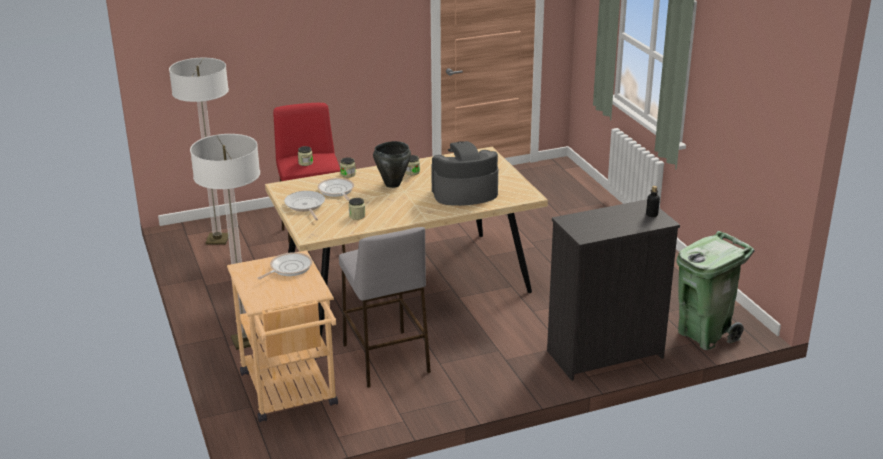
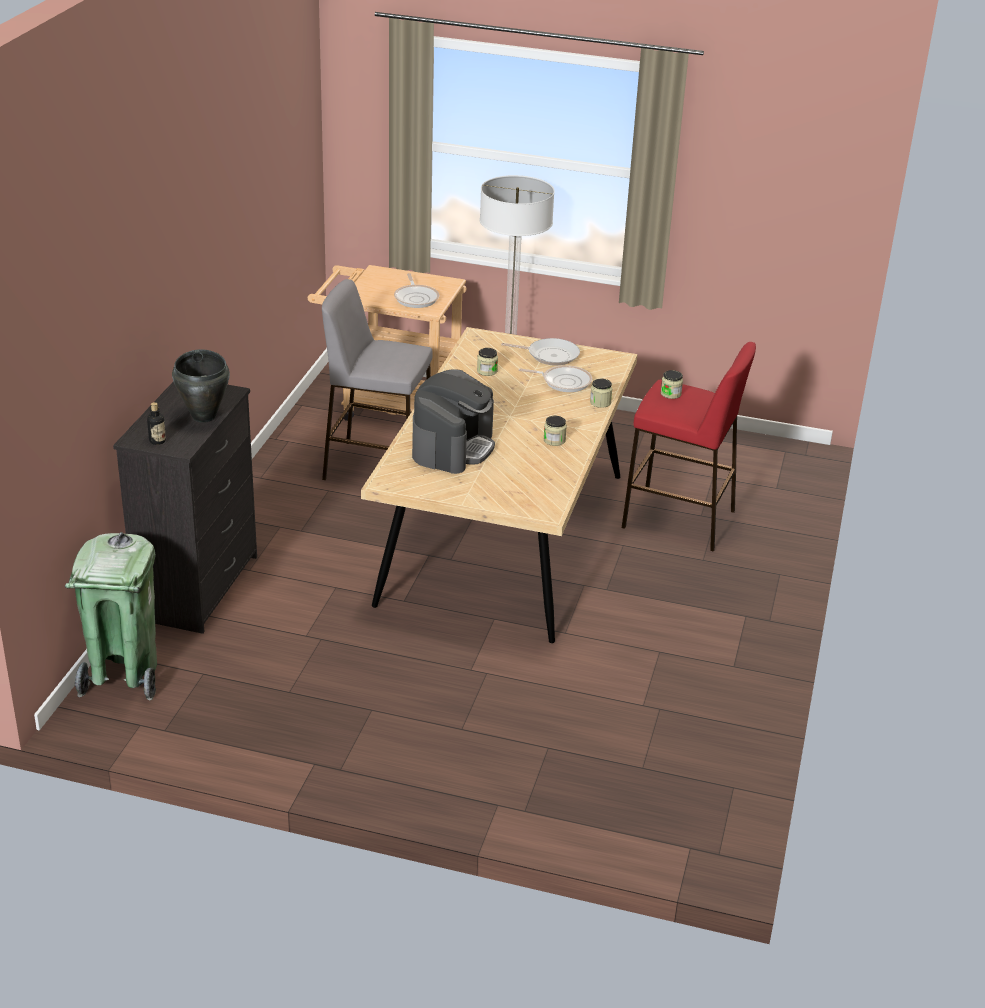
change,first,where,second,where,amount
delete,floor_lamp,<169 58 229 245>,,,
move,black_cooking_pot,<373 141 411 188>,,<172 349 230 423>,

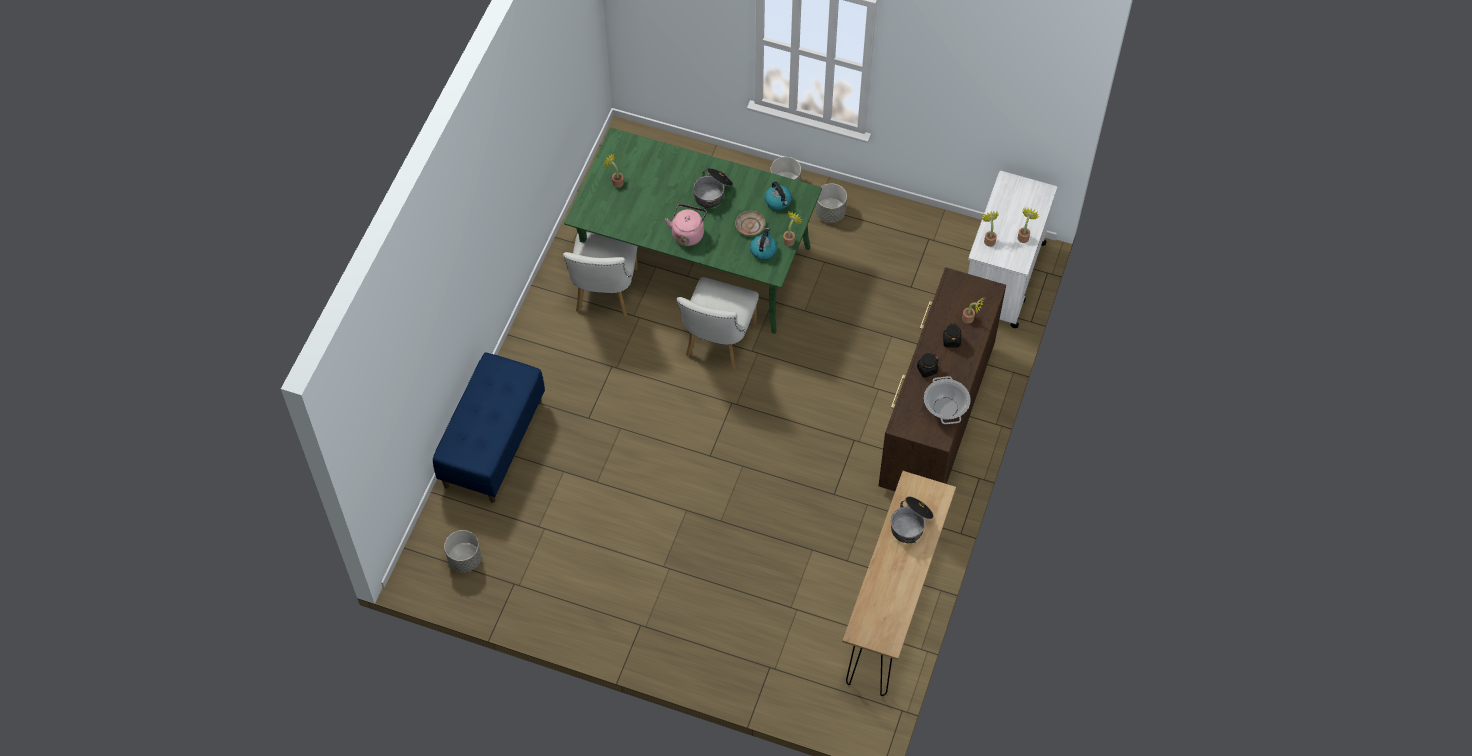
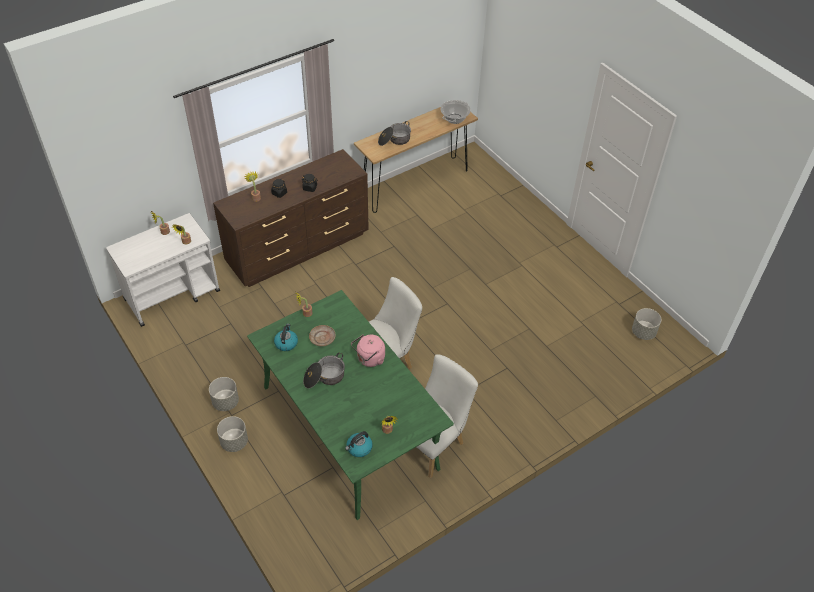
change,first,where,second,where,amount
move,kettle,<750 228 777 260>,,<345 431 373 457>,
delete,blue_bench,<433 352 545 503>,,,
move,cooking_pot,<924 376 971 424>,,<441 100 471 124>,

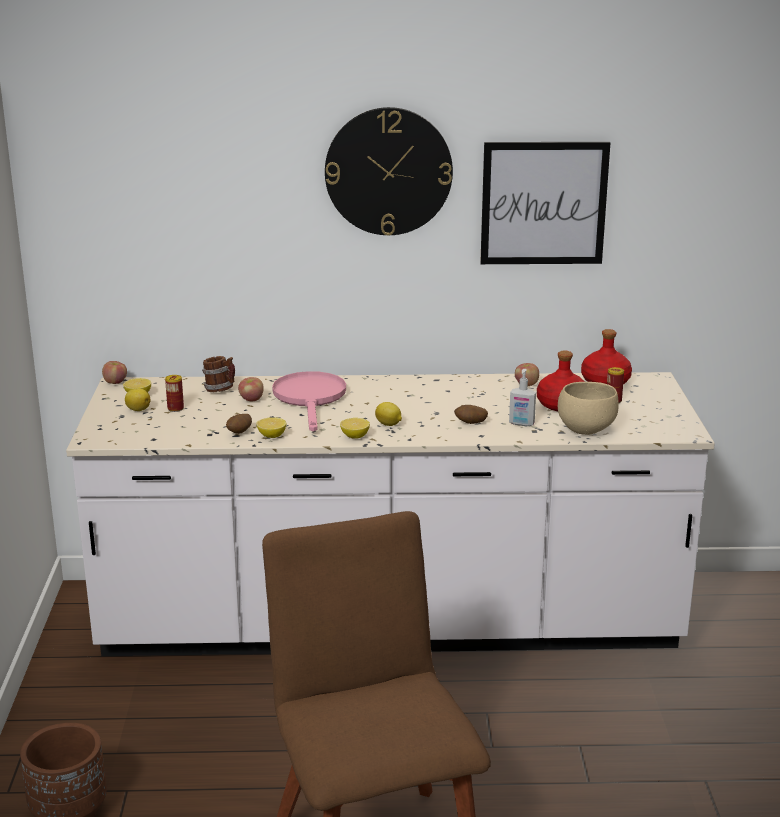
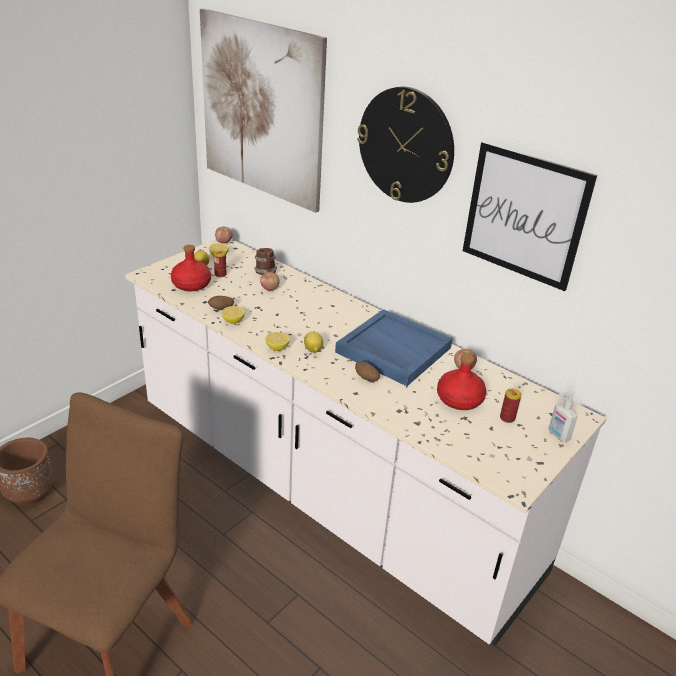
change,first,where,second,where,amount
move,red_bottle,<581 329 632 384>,,<171 245 211 291>,
move,soap_dispenser,<509 369 536 426>,,<548 391 578 442>,
delete,pink_frying_pan,<272 371 346 432>,,,
delete,beige_bowl,<558 382 618 435>,,,
insert,,,picture,<200 9 327 213>,
insert,,,blue_tray,<335 309 453 386>,

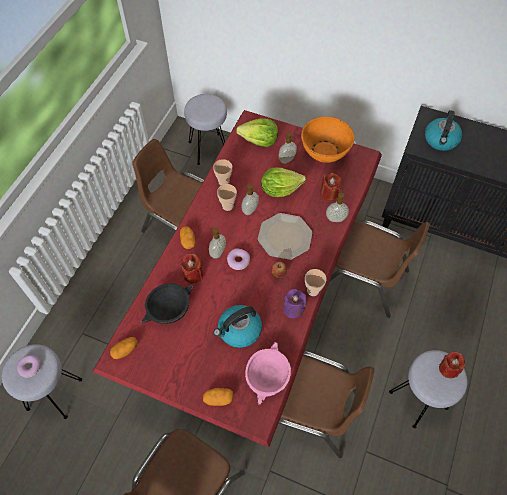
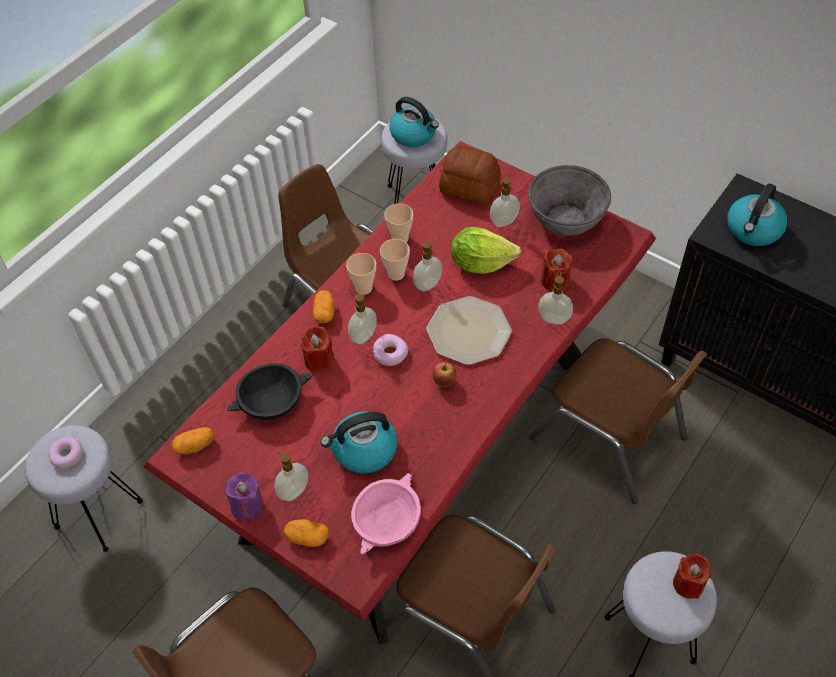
change,first,where,second,where,amount
recolor,orange_bowl,<301 116 355 163>,grey_bowl,<528 165 611 236>,
replace,lettuce,<236 119 278 147>,bread,<439 146 501 205>,
move,cup,<305 269 326 296>,,<346 253 376 295>,
move,purple_candle,<283 289 306 318>,,<225 472 263 520>,
insert,,,kettle,<389 97 439 147>,
insert,,,soap_dispenser,<274 450 308 501>,

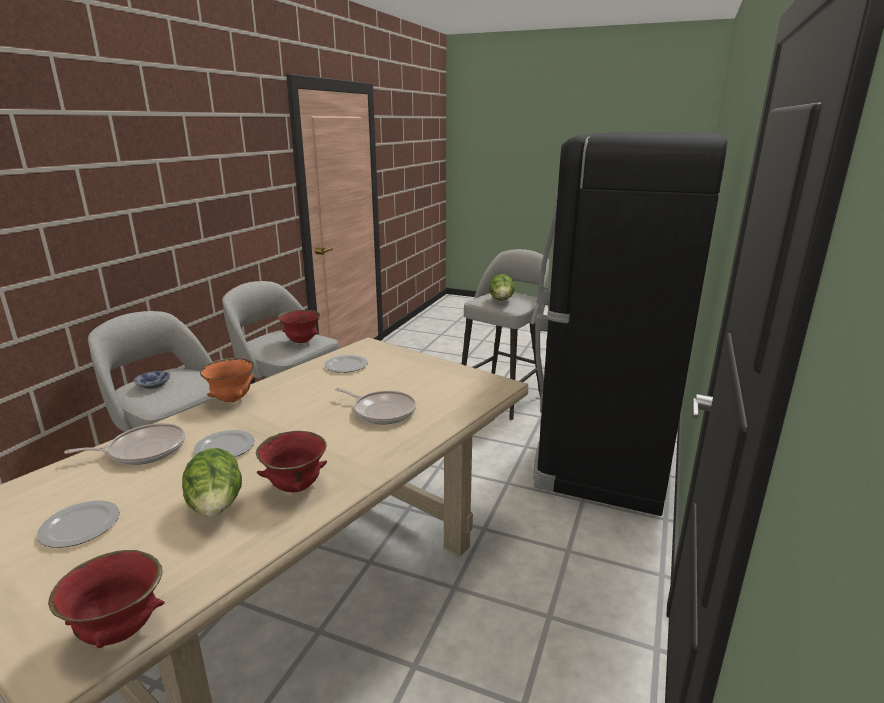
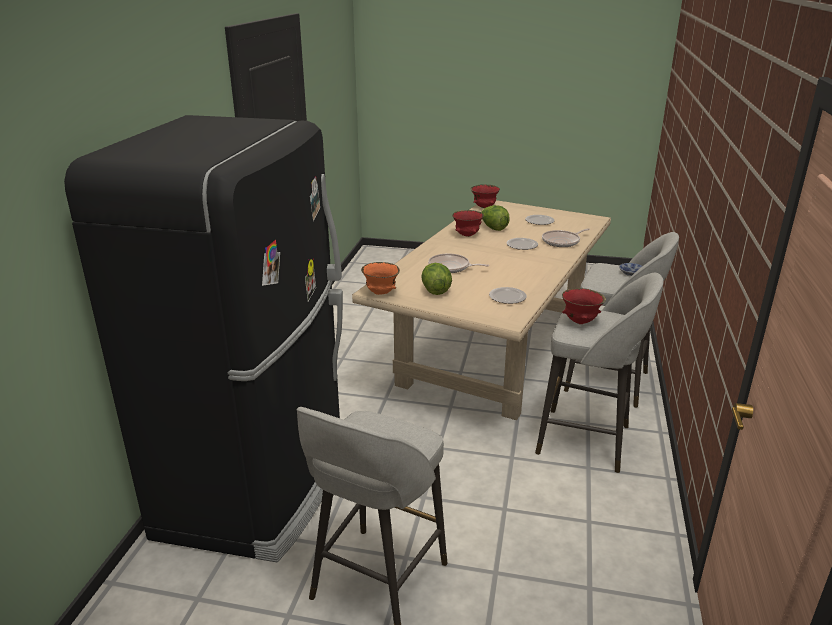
change,first,where,second,where,amount
move,lettuce,<489 274 515 300>,,<421 263 452 295>,
move,orange_bowl,<200 358 254 402>,,<361 262 400 295>,

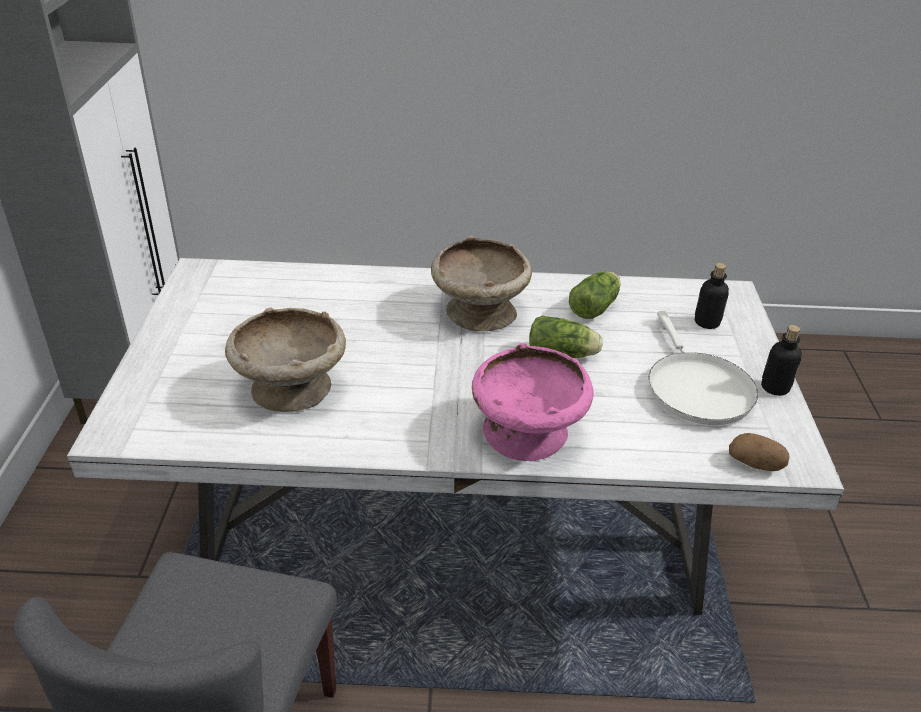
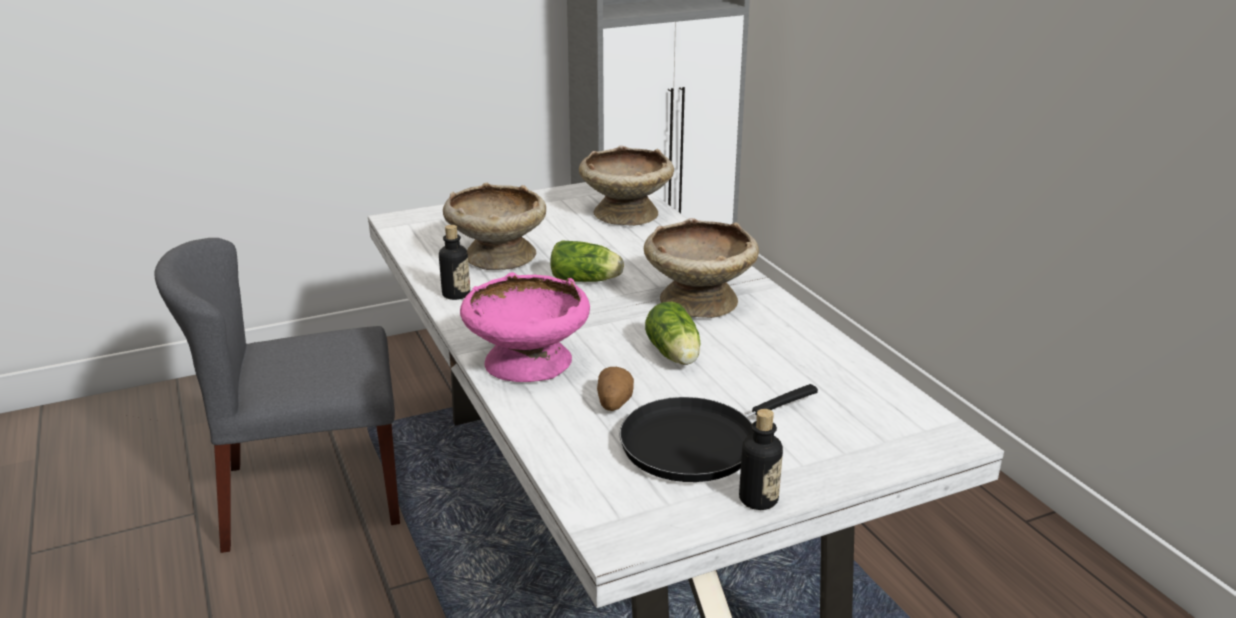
change,first,where,second,where,amount
move,bottle,<695 263 729 329>,,<439 225 470 300>,
move,lettuce,<569 271 621 319>,,<550 240 624 282>,
recolor,white_frying_pan,<649 311 758 425>,black_frying_pan,<620 384 818 482>,
move,potato,<729 433 789 471>,,<597 367 634 411>,
insert,,,beige_bowl,<579 146 674 226>,

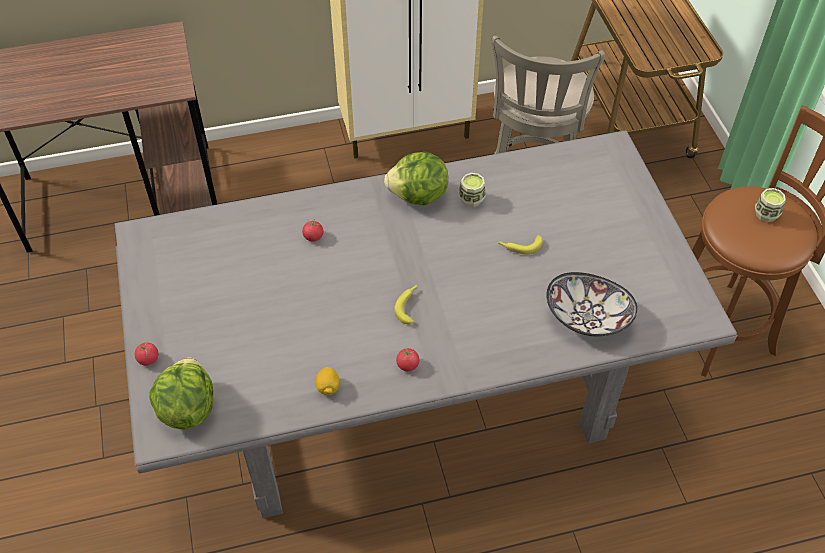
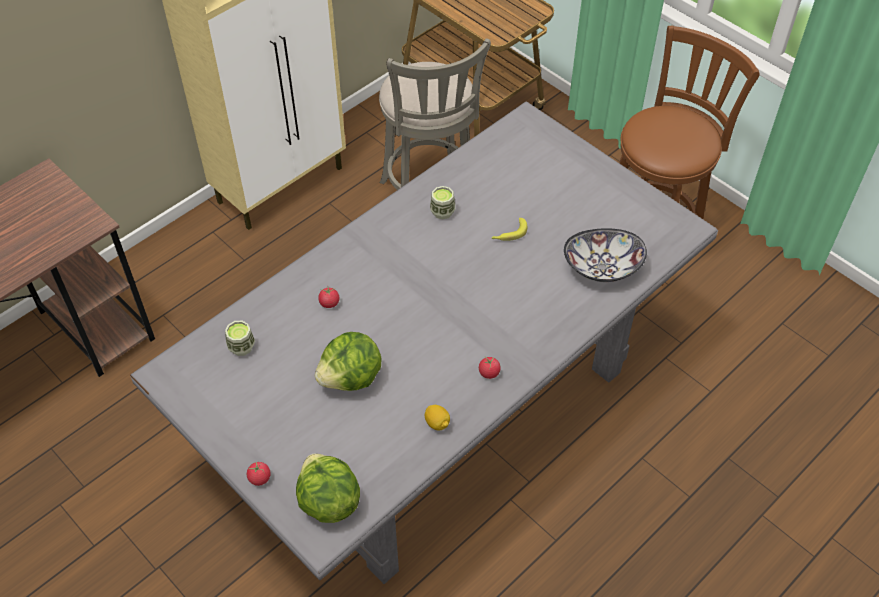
change,first,where,second,where,amount
move,lettuce,<384 152 448 206>,,<315 332 382 391>,
move,cup,<755 188 786 222>,,<225 321 255 356>,
delete,banana,<394 284 417 325>,,,

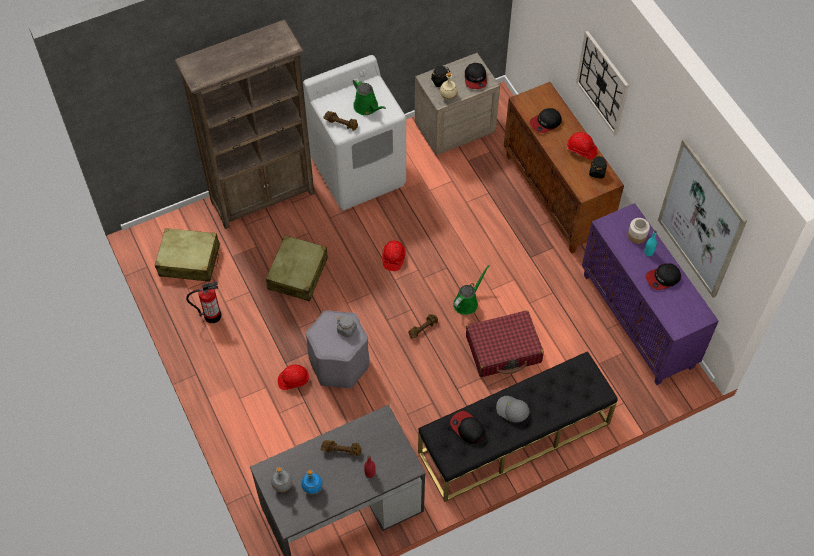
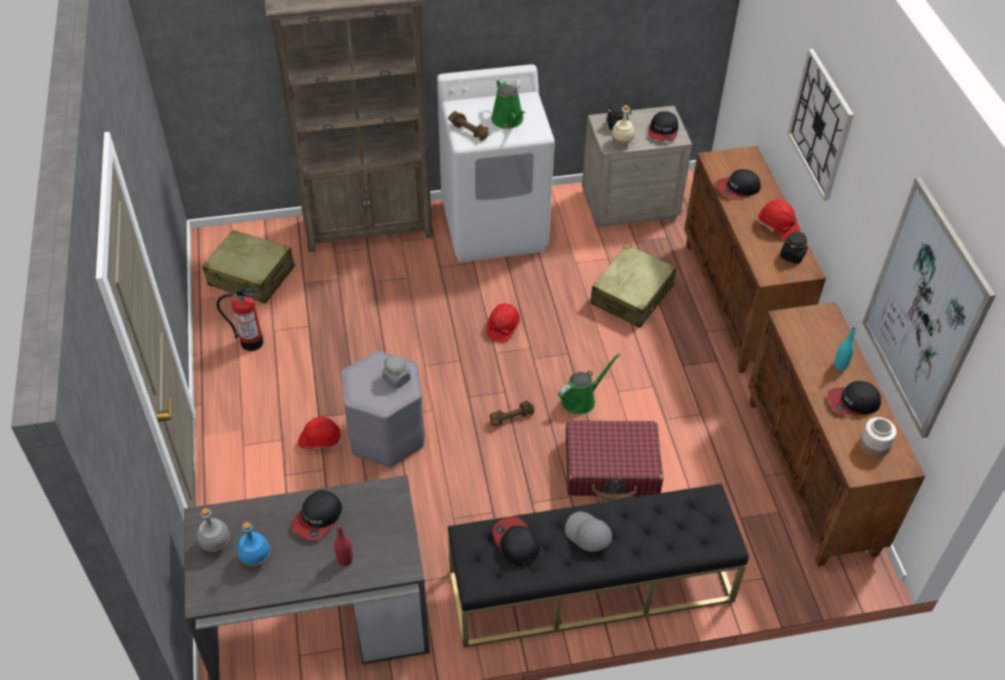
change,first,where,second,where,amount
recolor,purple_cabinet,<582 203 719 385>,brown_cabinet,<748 302 925 566>,
move,jar,<628 218 650 244>,,<859 417 897 458>,
move,beige_suitcase,<266 235 328 301>,,<590 244 676 328>,
replace,brown_dumbbell,<321 440 362 456>,cap,<291 490 342 540>,

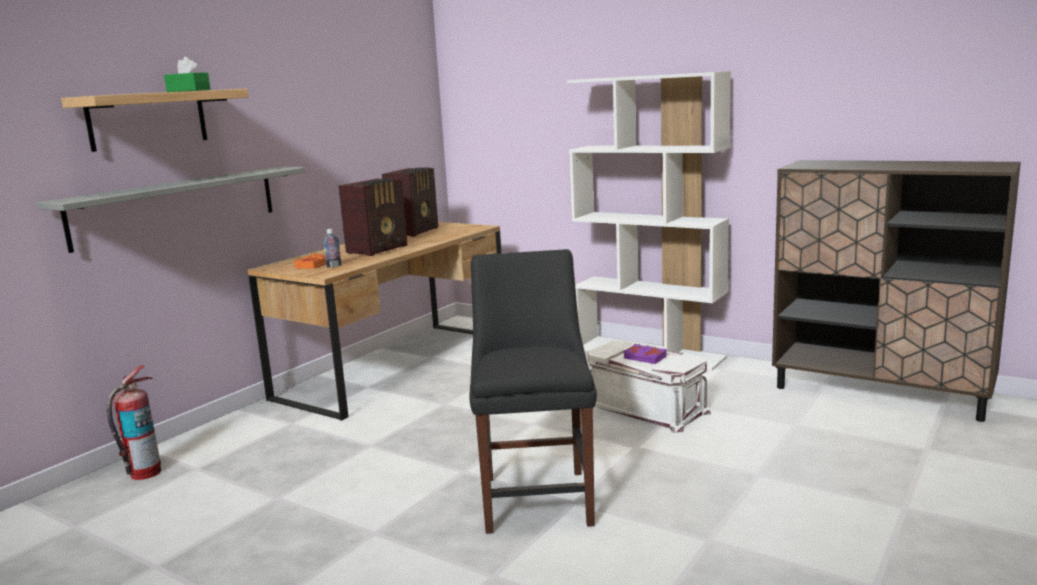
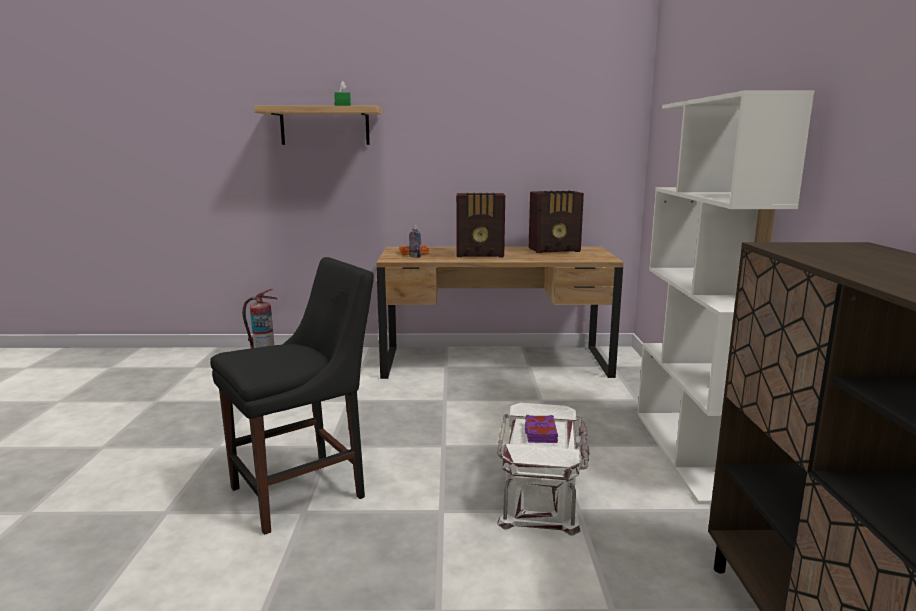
change,first,where,second,where,amount
delete,grey_shelf,<37 167 305 253>,,,

